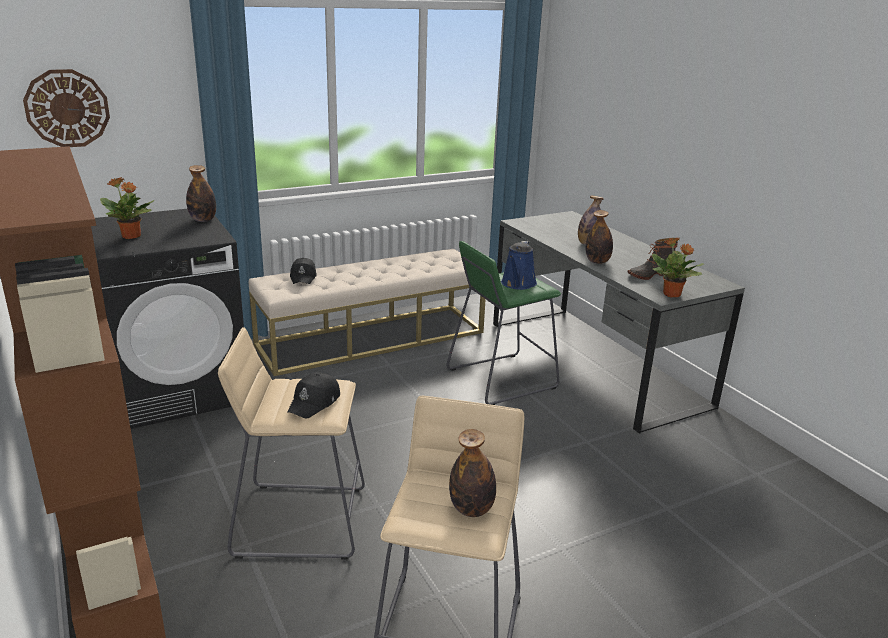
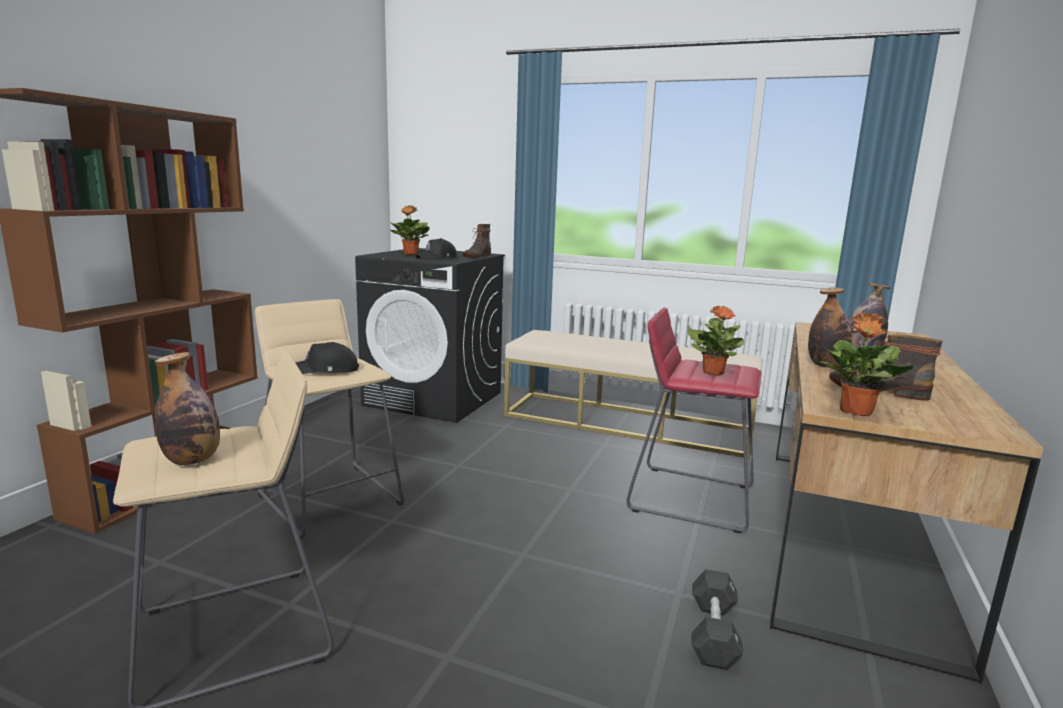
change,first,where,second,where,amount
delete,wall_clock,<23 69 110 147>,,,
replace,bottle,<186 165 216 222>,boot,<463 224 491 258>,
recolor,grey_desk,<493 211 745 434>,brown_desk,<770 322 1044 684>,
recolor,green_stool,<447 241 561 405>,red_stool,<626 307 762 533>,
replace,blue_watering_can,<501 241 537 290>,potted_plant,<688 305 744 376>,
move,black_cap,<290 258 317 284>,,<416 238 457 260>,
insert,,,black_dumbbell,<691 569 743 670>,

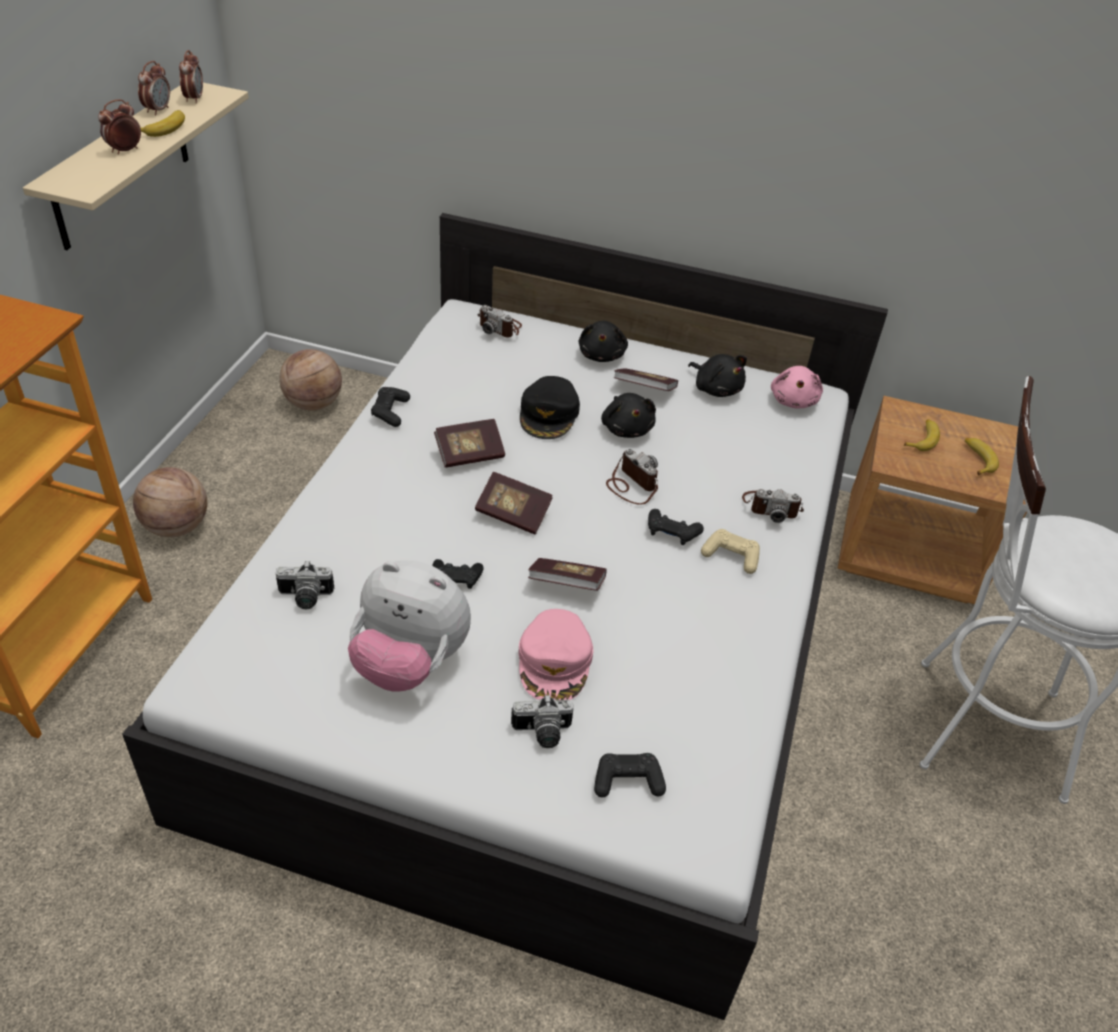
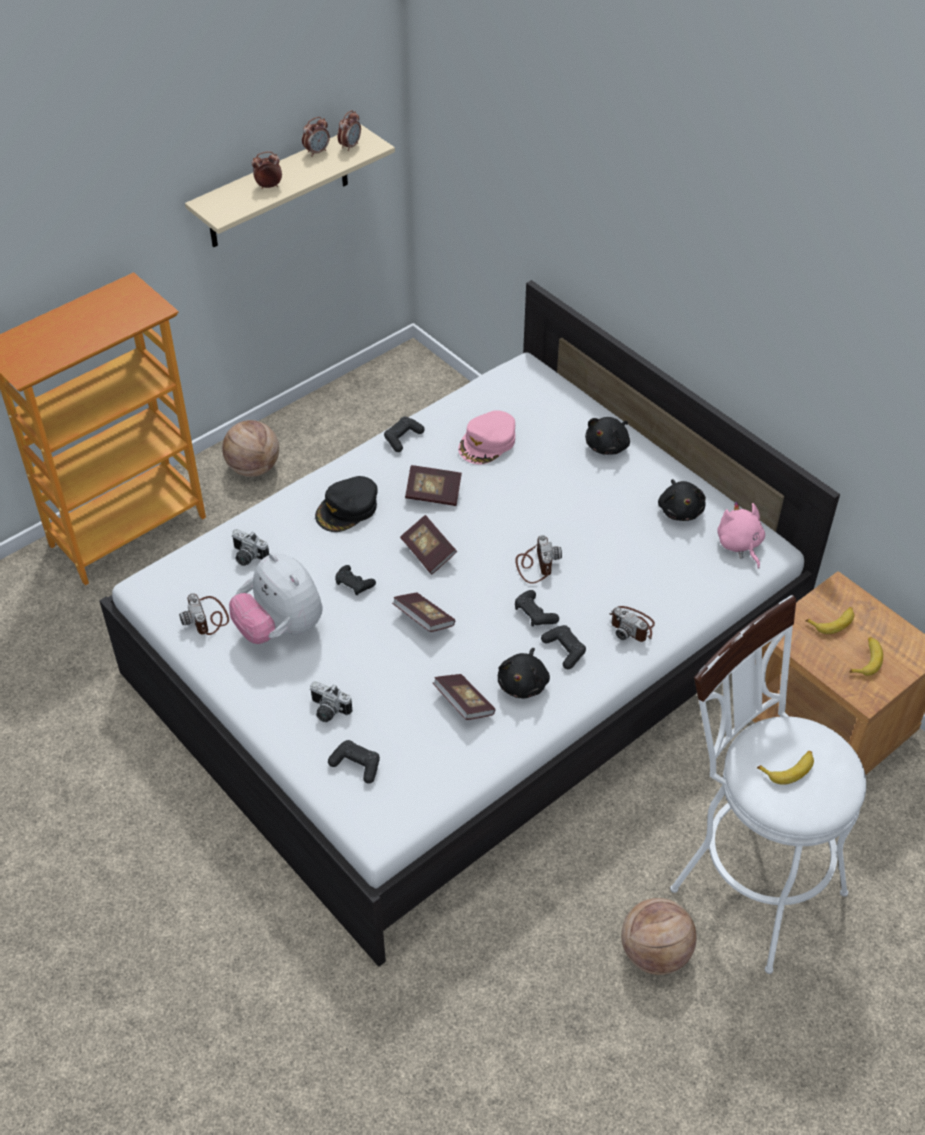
change,first,where,second,where,amount
move,banana,<140 110 185 137>,,<757 751 814 785>,
move,photo_camera,<478 305 522 338>,,<179 593 229 635>,
move,basketball,<279 349 342 410>,,<621 898 697 975>,
rotate,pink_plush_toy,<771 366 823 408>,,<717 501 765 569>,120 degrees clockwise
move,book,<614 368 678 391>,,<433 674 495 720>,
move,black_cap,<520 376 580 439>,,<315 476 378 532>,
move,black_plush_toy,<601 393 656 438>,,<498 648 550 699>,
recolor,beige_game_controller,<701 529 760 574>,black_game_controller,<541 625 586 669>,
move,pink_cap,<519 609 593 700>,,<458 410 515 464>,

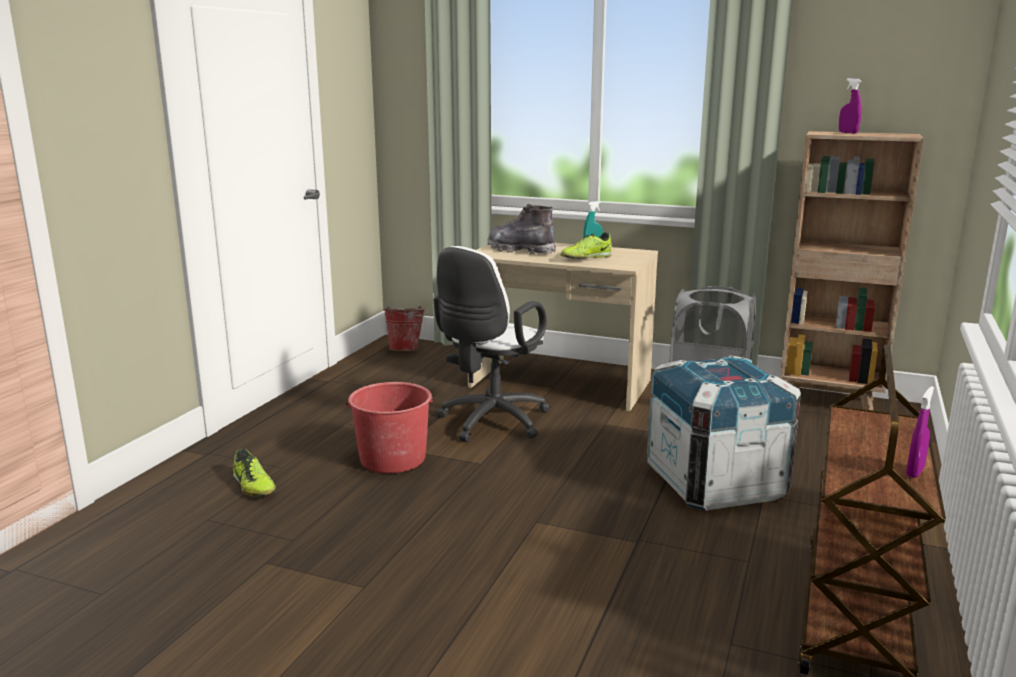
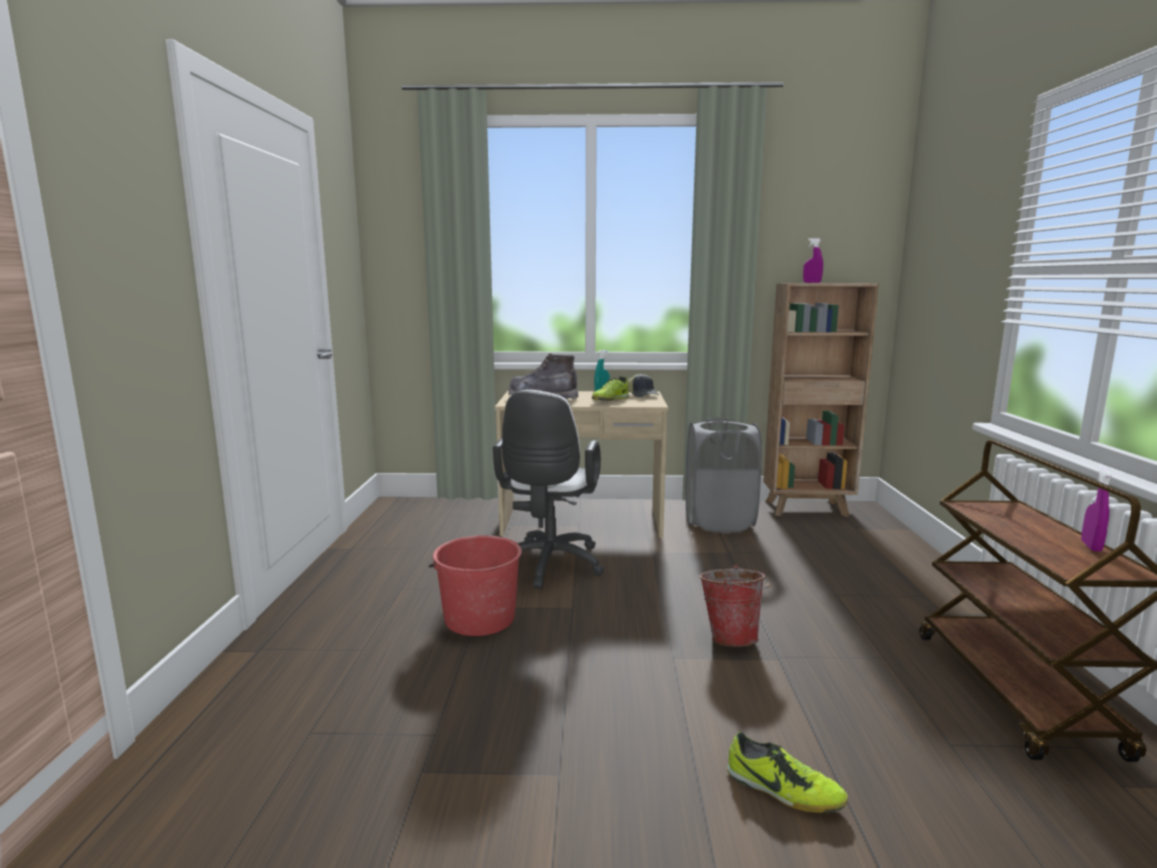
change,first,where,second,where,amount
move,bucket,<384 306 427 351>,,<699 564 770 647>,
delete,crate,<647 355 801 511>,,,
move,shoe,<233 449 276 496>,,<727 732 848 812>,
insert,,,cap,<628 373 659 397>,

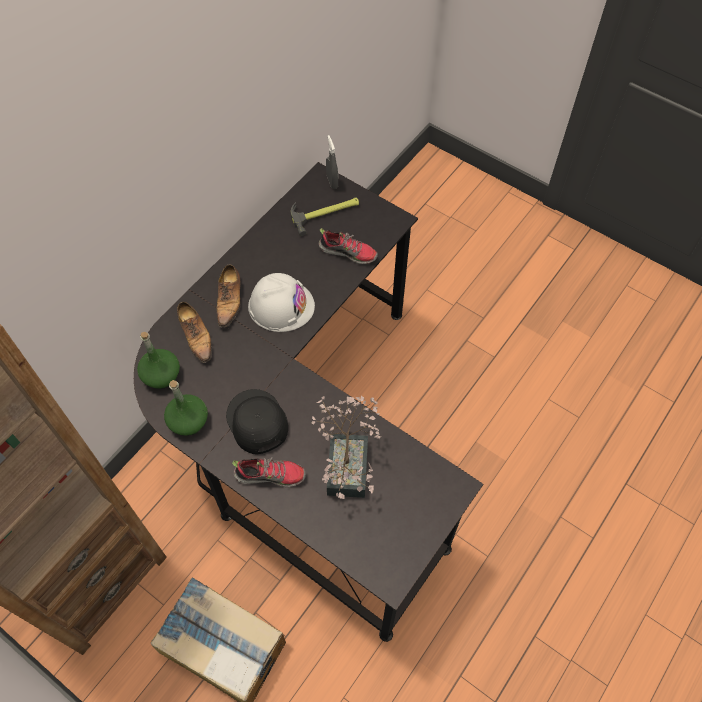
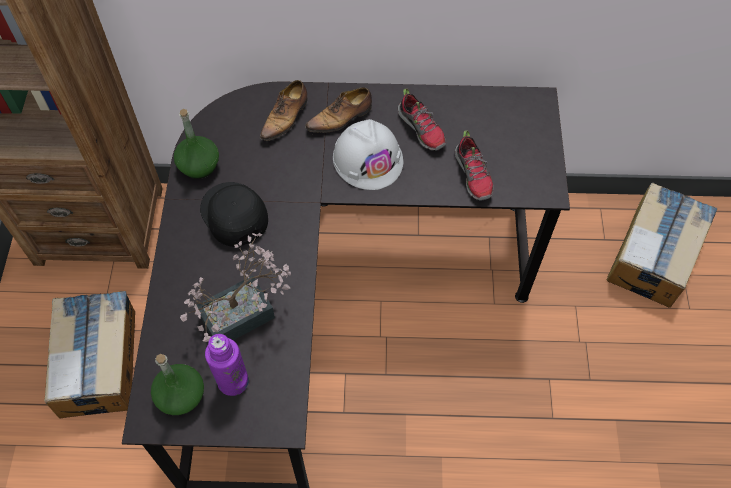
change,first,where,second,where,amount
delete,grey_spray_bottle,<326 135 338 189>,,,
delete,hammer,<291 197 359 236>,,,
move,green_bottle,<137 332 180 389>,,<151 354 204 415>,
rotate,black_cap,<226 389 288 454>,,<200 182 268 247>,60 degrees counterclockwise
move,shoe,<232 457 306 487>,,<398 88 446 150>,
insert,,,cardboard_box,<607 183 717 308>,
insert,,,purple_bottle,<205 334 249 396>,

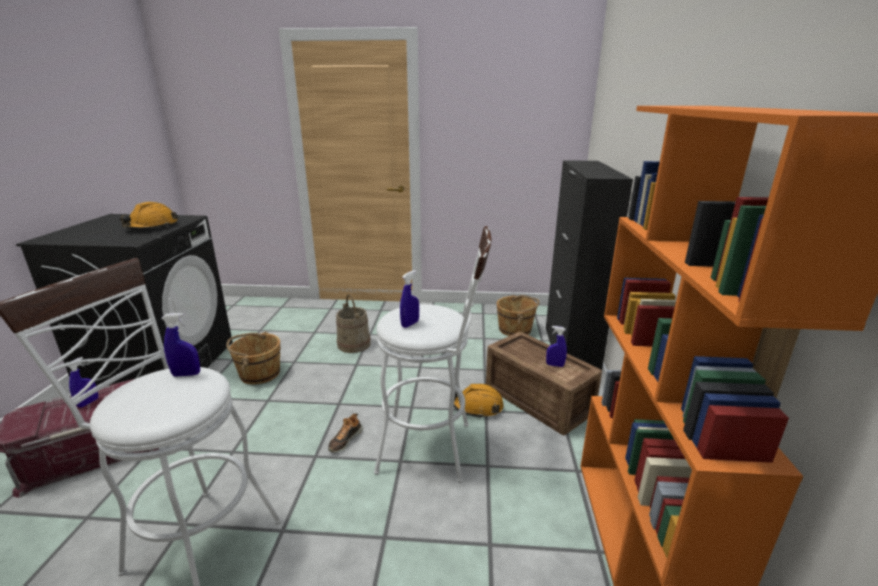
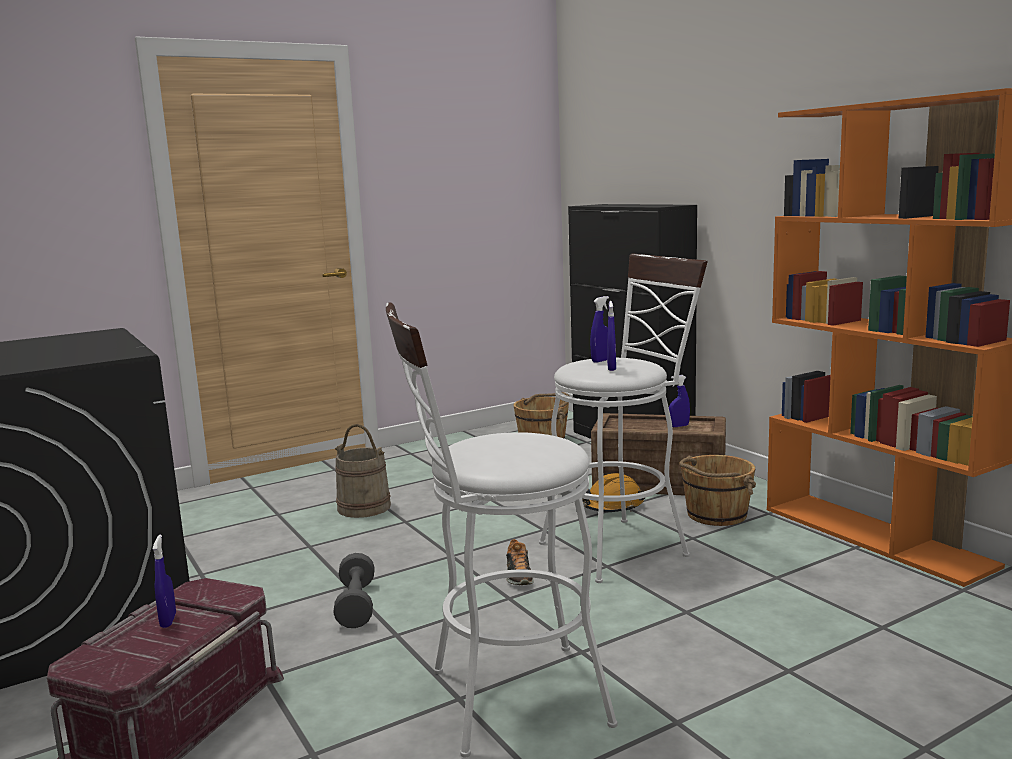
change,first,where,second,where,amount
delete,orange_hard_hat,<120 202 178 229>,,,
move,blue_spray_bottle,<161 313 200 377>,,<590 296 609 363>,
move,brown_bucket,<226 332 281 385>,,<679 455 756 526>,
insert,,,grey_dumbbell,<333 553 375 628>,

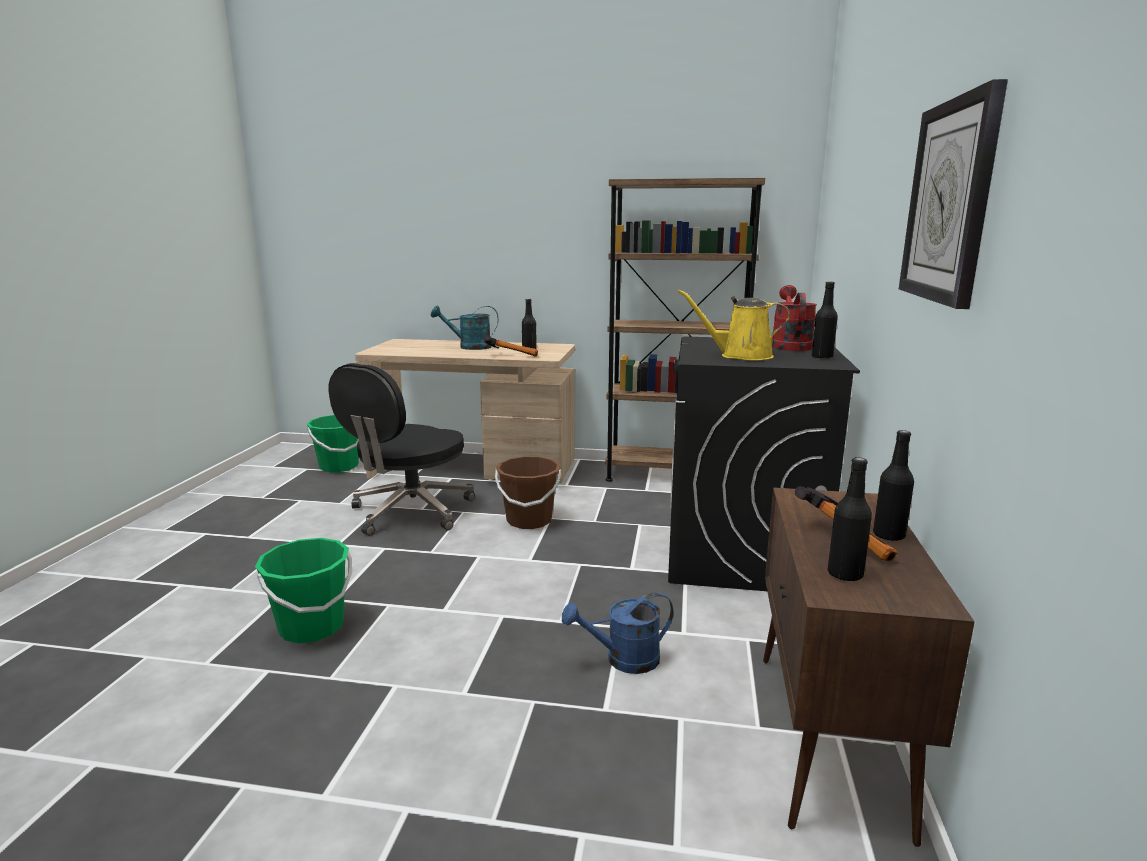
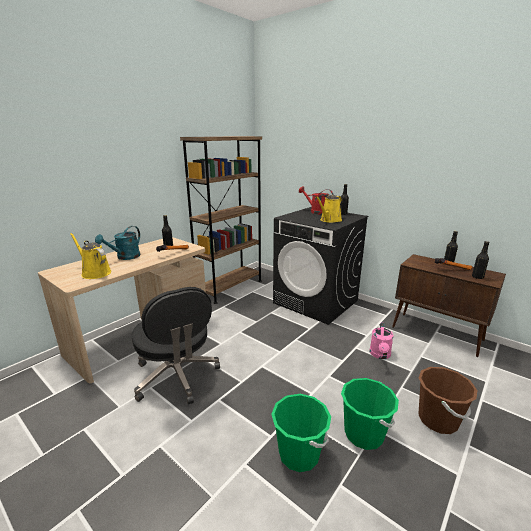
change,first,where,second,where,amount
delete,wall_clock,<899 79 1008 309>,,,
move,green_bucket,<307 415 359 472>,,<341 378 399 450>,
move,brown_bucket,<495 456 561 529>,,<418 367 478 434>,
recolor,blue_watering_can,<562 592 673 674>,pink_watering_can,<370 322 394 359>,
insert,,,yellow_watering_can,<70 233 111 279>,

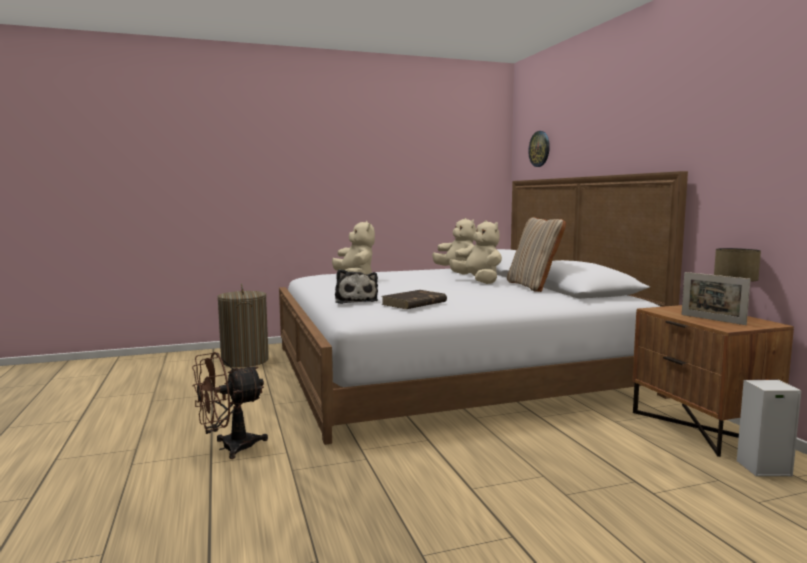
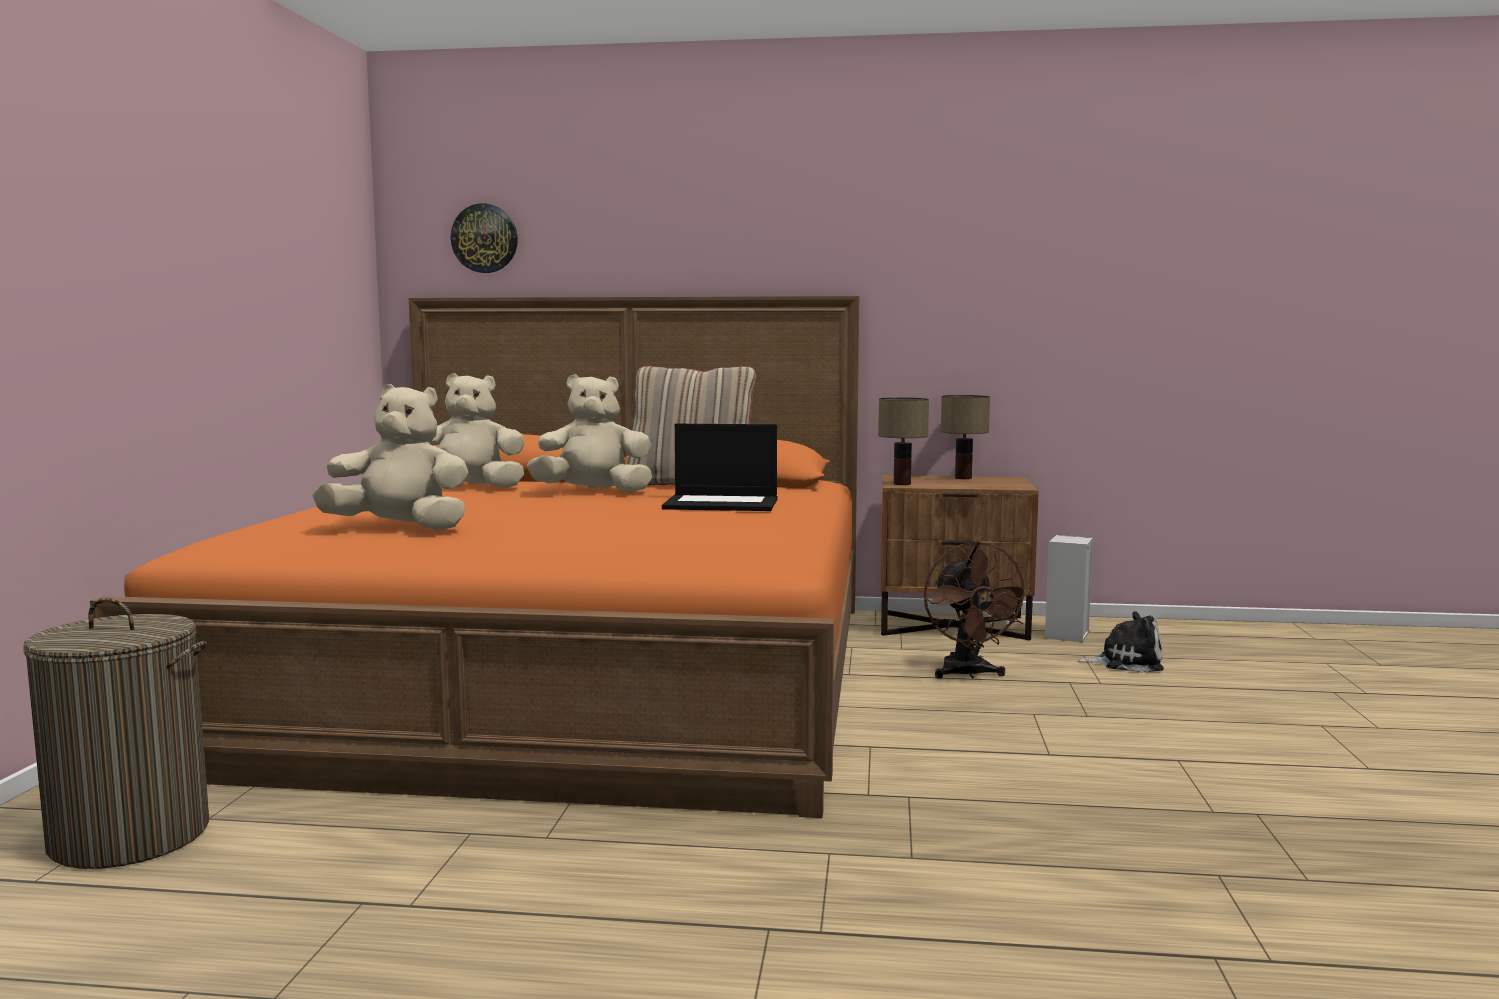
change,first,where,second,where,amount
recolor,white_bed,<279 171 688 445>,orange_bed,<90 296 859 818>,
move,plush_toy,<335 269 378 304>,,<1078 611 1164 673>,
delete,picture_frame,<681 272 751 325>,,,
delete,brown_book,<381 290 447 309>,,,
move,brown_fan,<192 352 268 459>,,<924 541 1032 678>,
insert,,,table_lamp,<878 397 929 485>,
insert,,,laptop,<662 424 777 511>,

